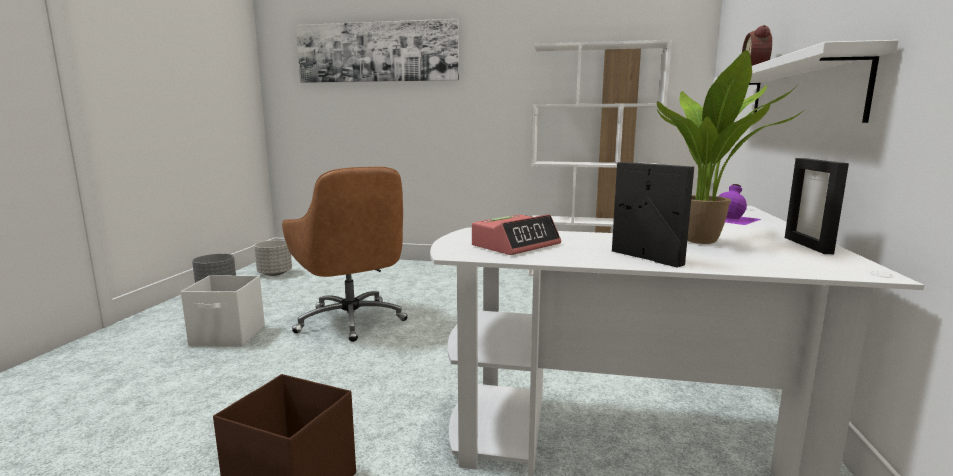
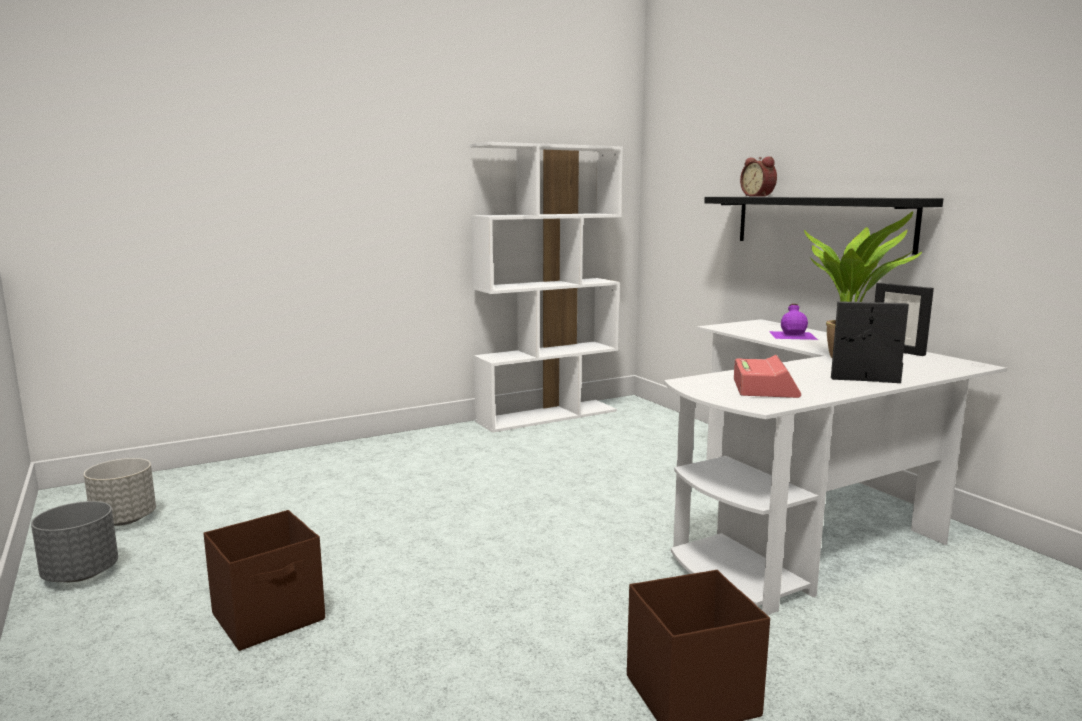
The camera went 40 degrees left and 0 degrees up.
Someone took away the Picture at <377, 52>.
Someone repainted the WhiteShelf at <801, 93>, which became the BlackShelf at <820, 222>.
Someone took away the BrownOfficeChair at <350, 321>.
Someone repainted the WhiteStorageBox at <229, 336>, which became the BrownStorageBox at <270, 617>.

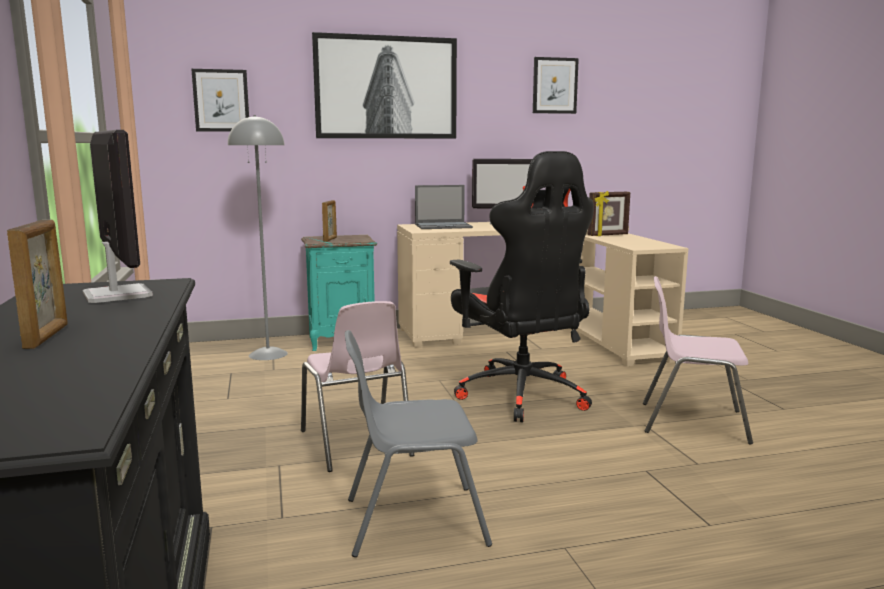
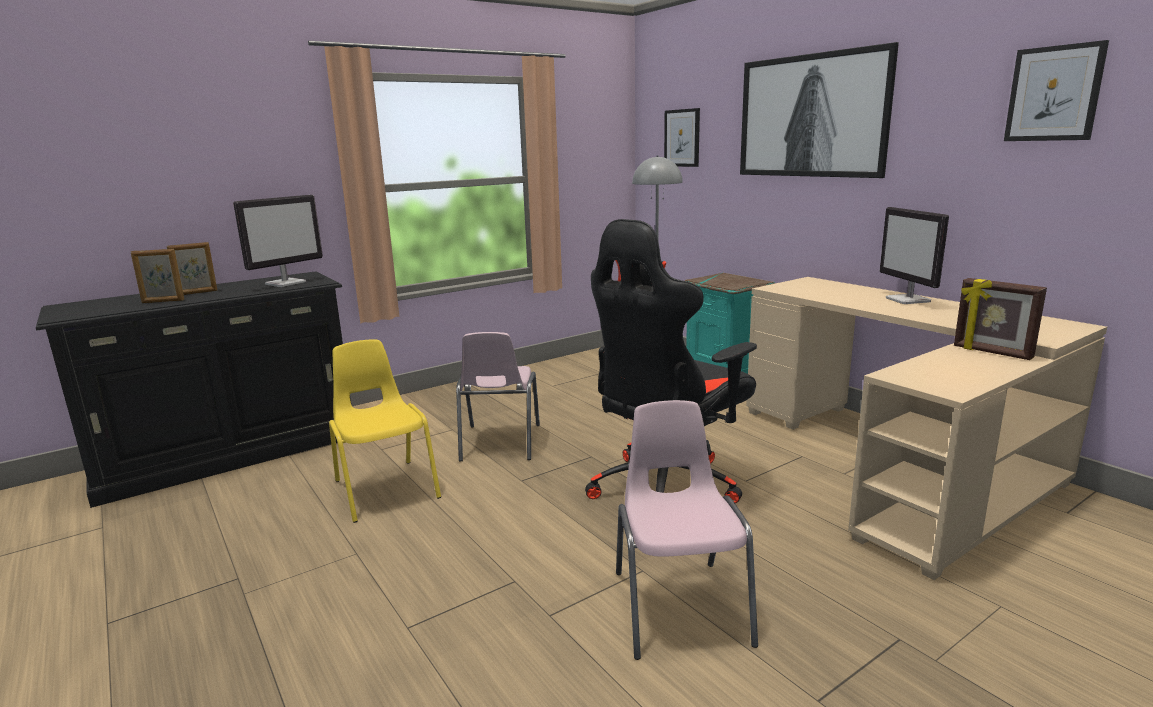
The camera went 70 degrees right and 5 degrees up.
Someone took away the Laptop at <444, 226>.
Someone carried the PictureFrame from <330, 239> to <163, 301>.
Someone rotated the PinkChair at <356, 444> by 45 degrees counterclockwise.
Someone repainted the GreyChair at <412, 520>, which became the YellowChair at <385, 488>.

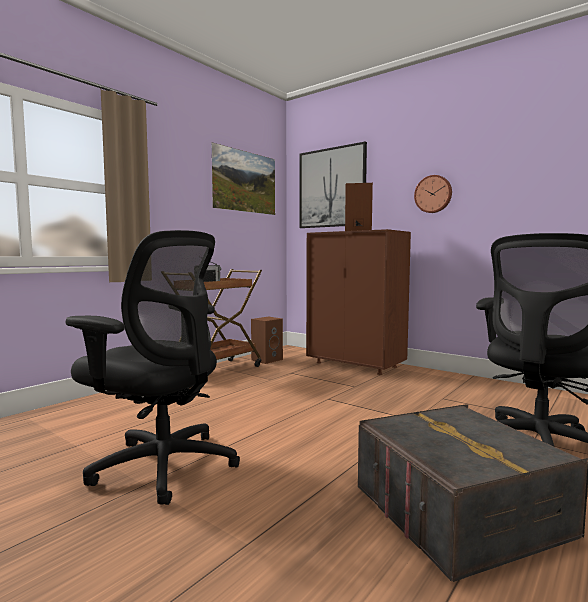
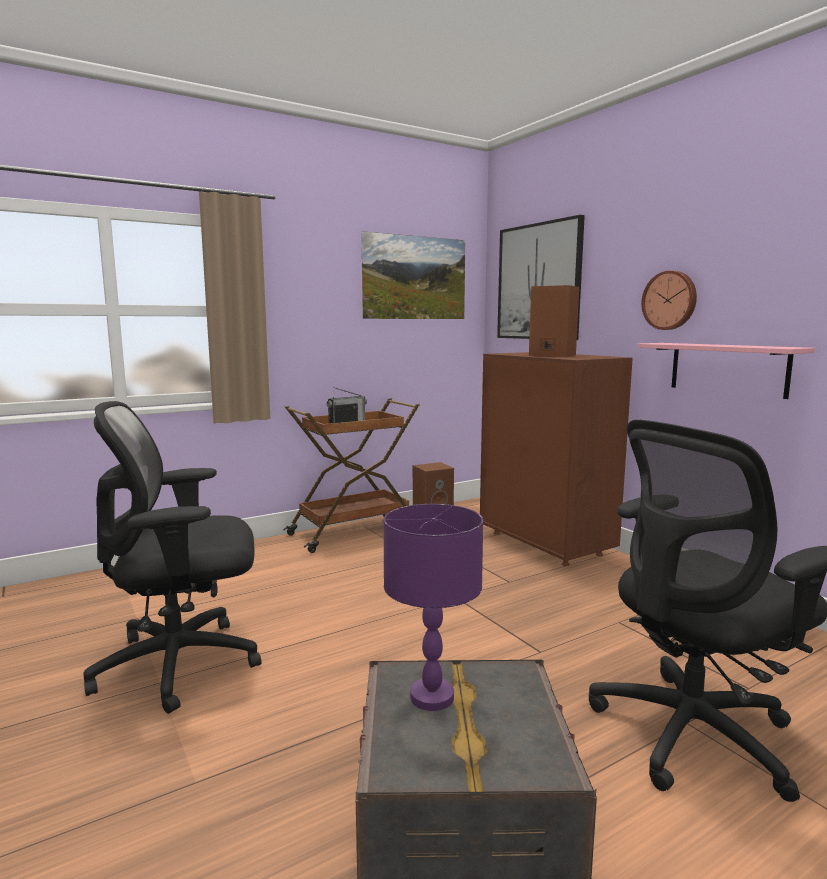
The camera went 20 degrees right and 5 degrees up.
Someone rotated the BlackOfficeChair at <156, 466> by 120 degrees clockwise.
Someone put up the PinkShelf at <727, 369>.
Someone put down the PurpleTableLamp at <432, 697>.

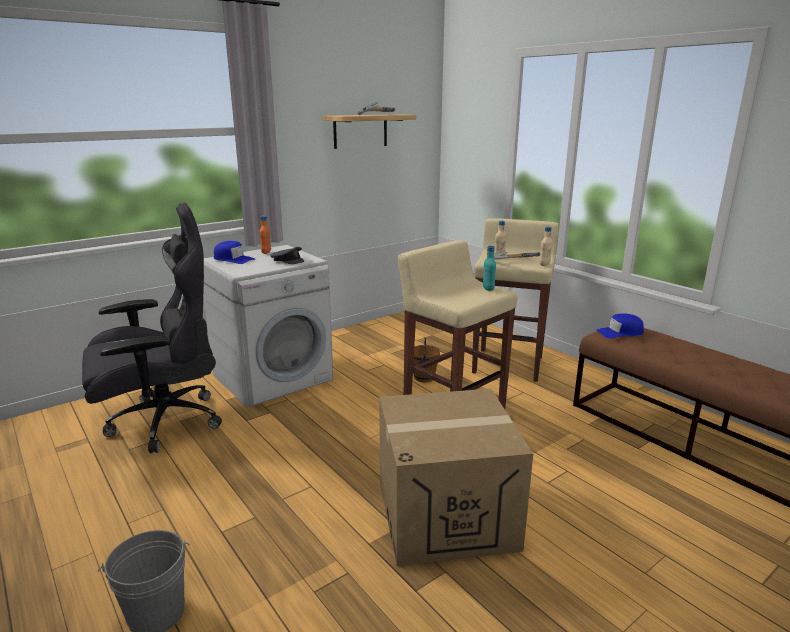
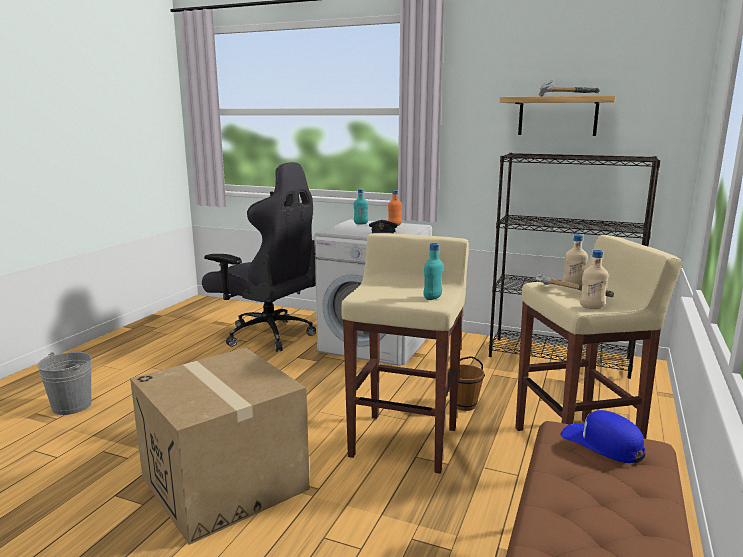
The camera went 60 degrees right and 5 degrees down.
Someone swapped the BlueCap at <233, 259> for the TurquoiseBottle at <361, 223>.
Someone put down the BlackBookcase at <559, 357>.

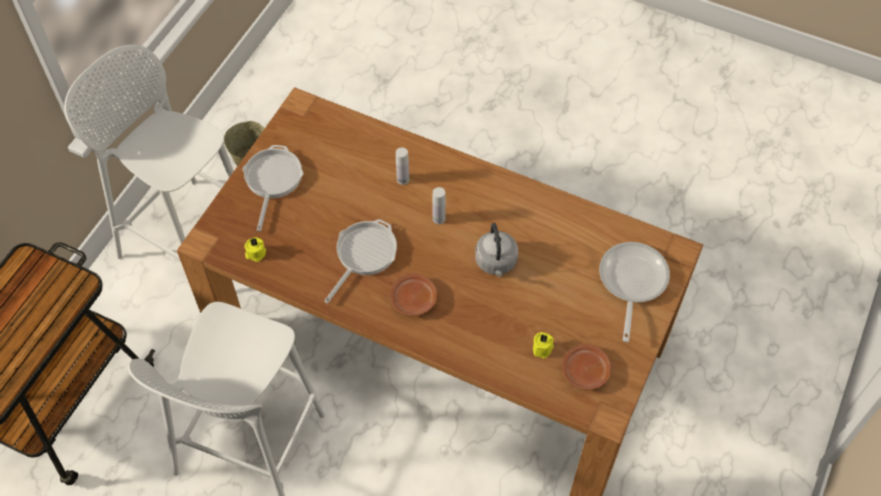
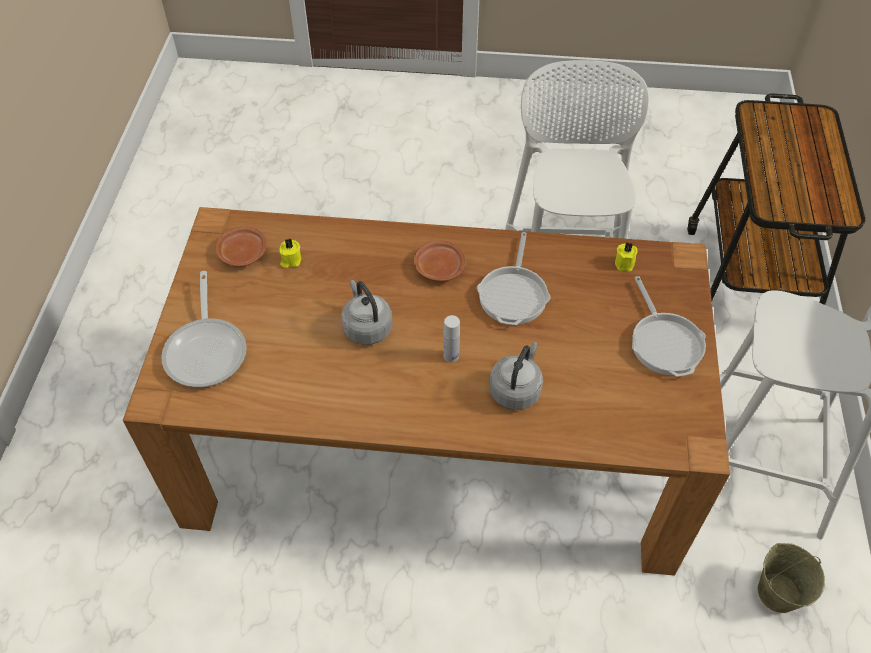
The camera went 160 degrees right and 5 degrees down.
Someone swapped the WhiteBottle at <403, 179> for the GreyKettle at <516, 389>.

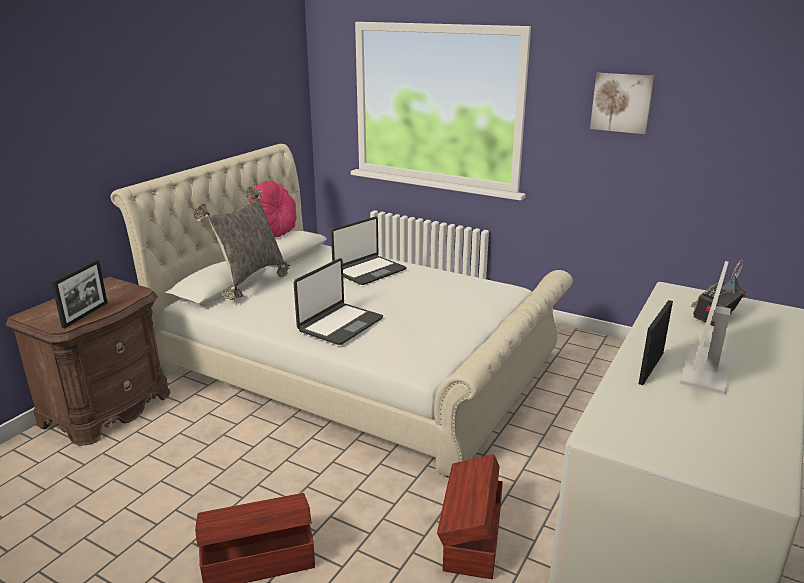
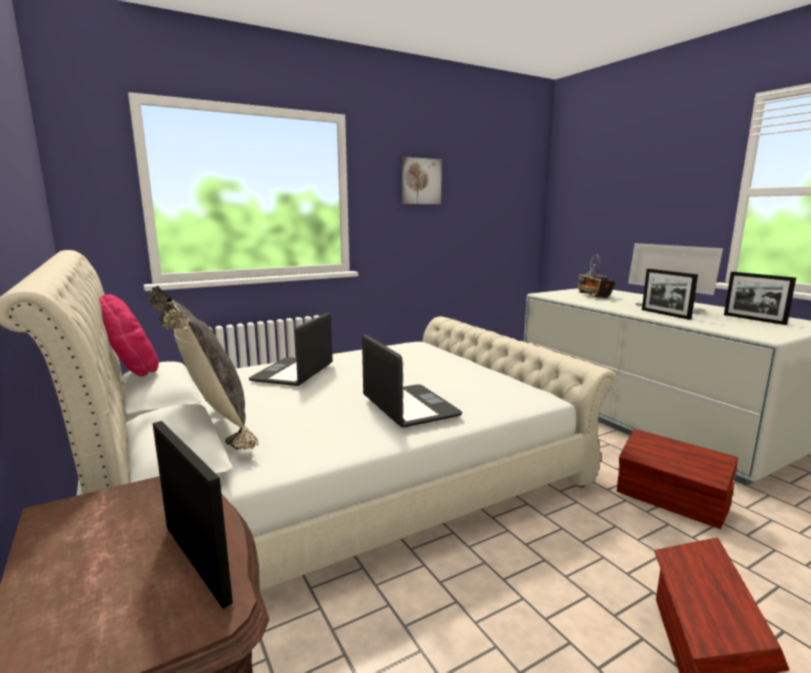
The camera went 60 degrees left and 10 degrees down.
Someone rotated the Laptop at <369, 271> by 150 degrees counterclockwise.
Someone put down the PictureFrame at <754, 319>.

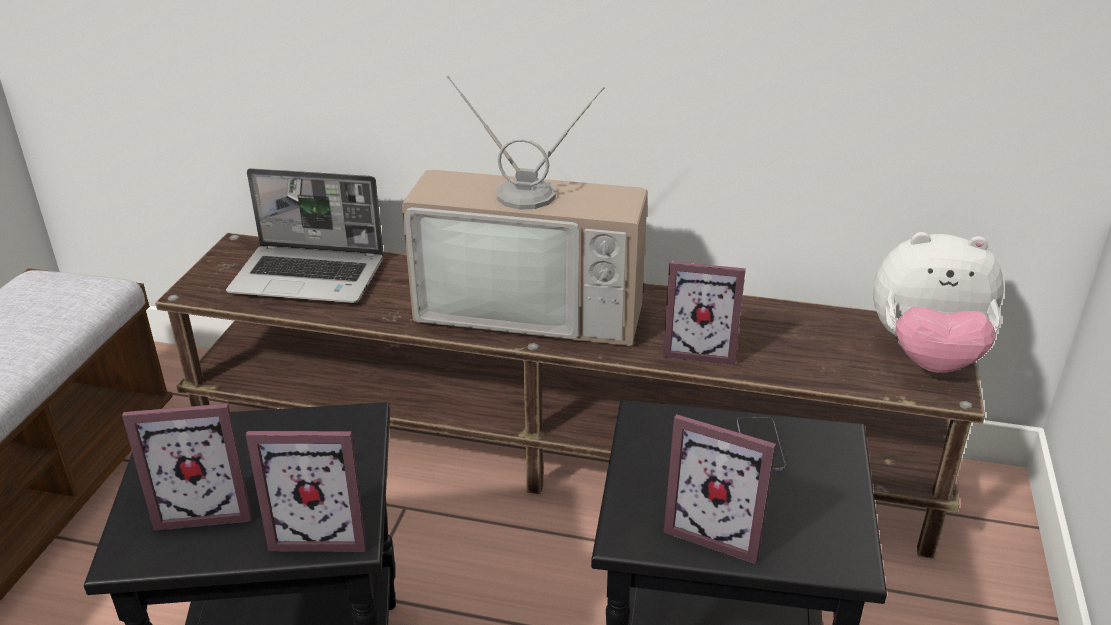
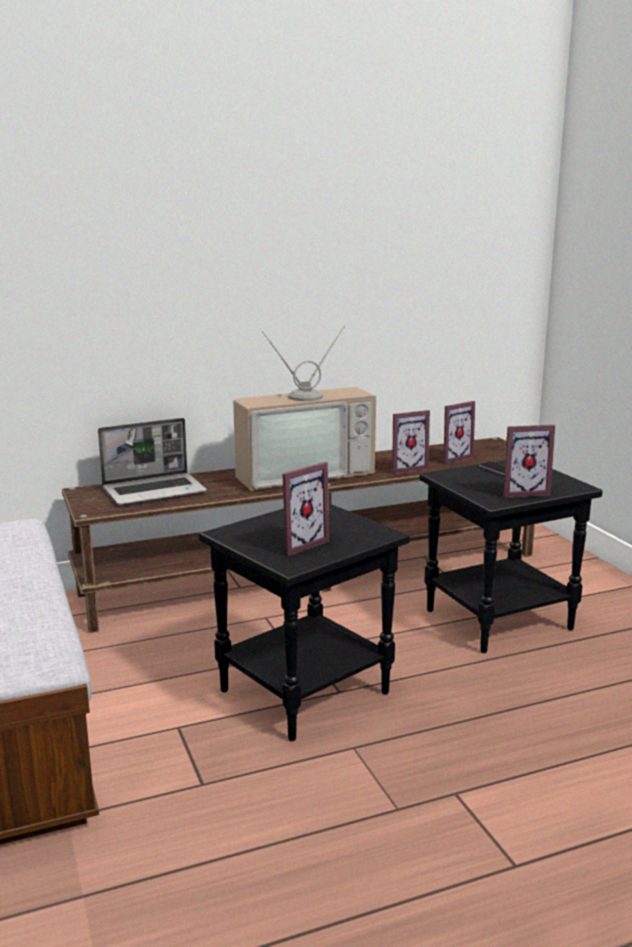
The camera went 35 degrees left and 15 degrees down.
Someone took away the PlushToy at <926, 356>.
Someone carried the PictureFrame from <322, 530> to <451, 458>.

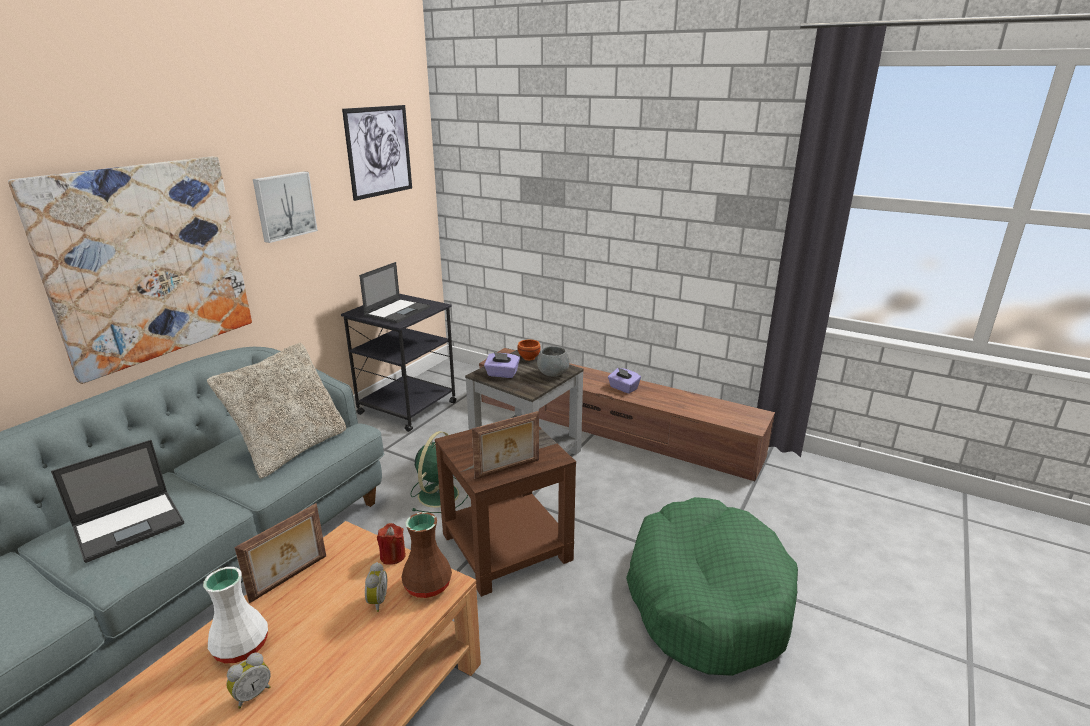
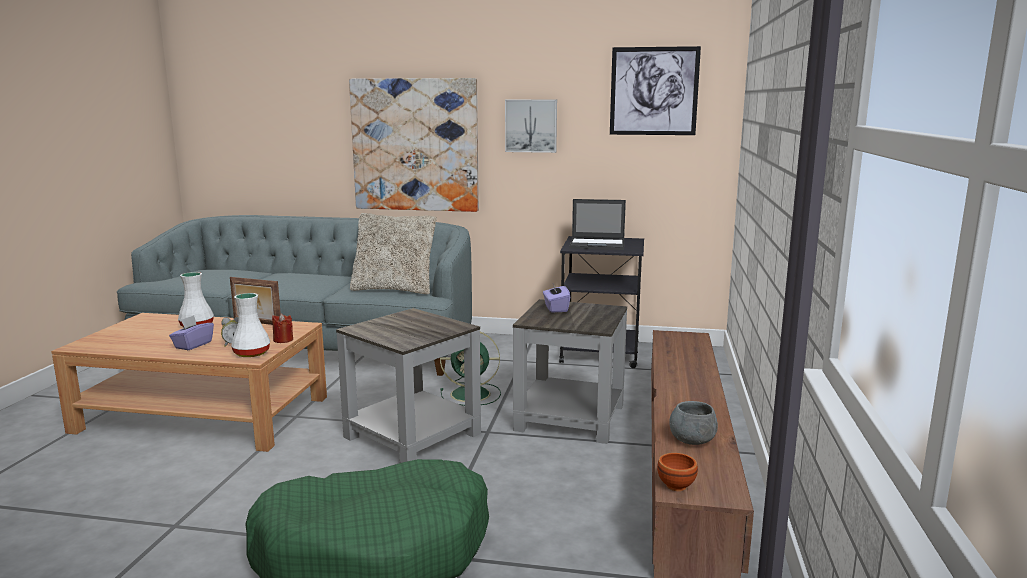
The camera went 70 degrees right and 10 degrees down.
Someone carried the BrownBowl from <529, 358> to <675, 486>.
Someone carried the GreyBowl from <553, 373> to <692, 441>.
Someone carried the PurpleTissueBox from <623, 388> to <193, 345>.
Someone took away the PictureFrame at <508, 470>.
Someone repainted the BrownSideTable at <507, 545>, which became the GreySideTable at <414, 435>.
Someone took away the Laptop at <130, 525>.
Someone repainted the BrownVase at <426, 585>, which became the WhiteVase at <252, 353>.
Someone took away the AlarmClock at <252, 694>.

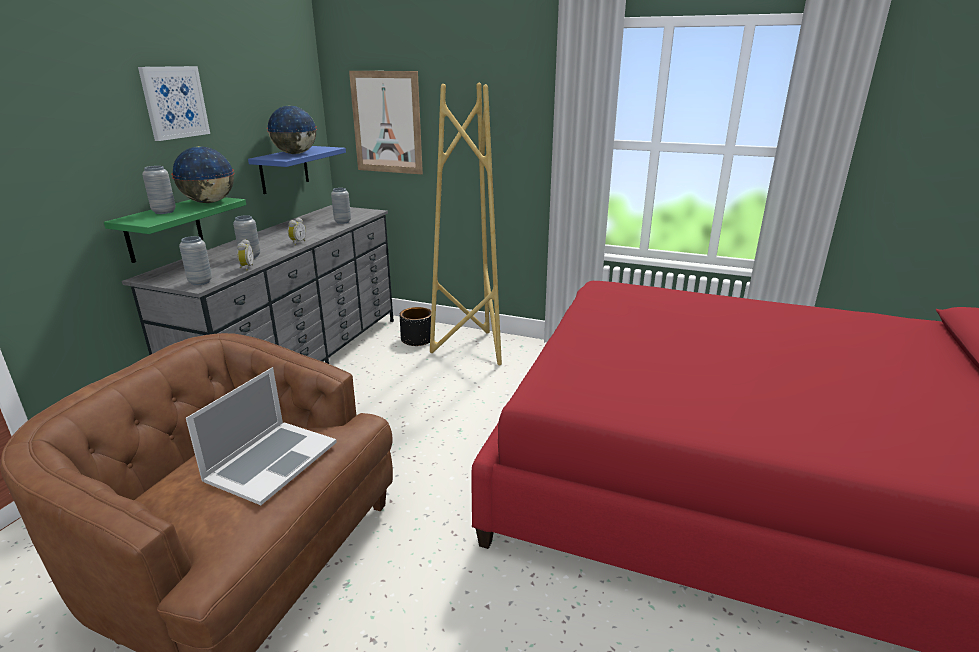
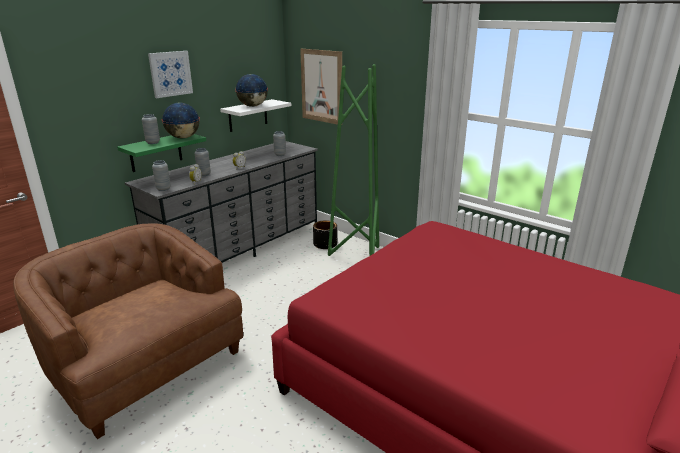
The camera went 20 degrees right and 0 degrees up.
Someone repainted the YellowClothesRack at <473, 350>, which became the GreenClothesRack at <359, 258>.
Someone repainted the BlueShelf at <284, 169>, which became the WhiteShelf at <248, 115>.
Someone took away the Laptop at <271, 460>.

